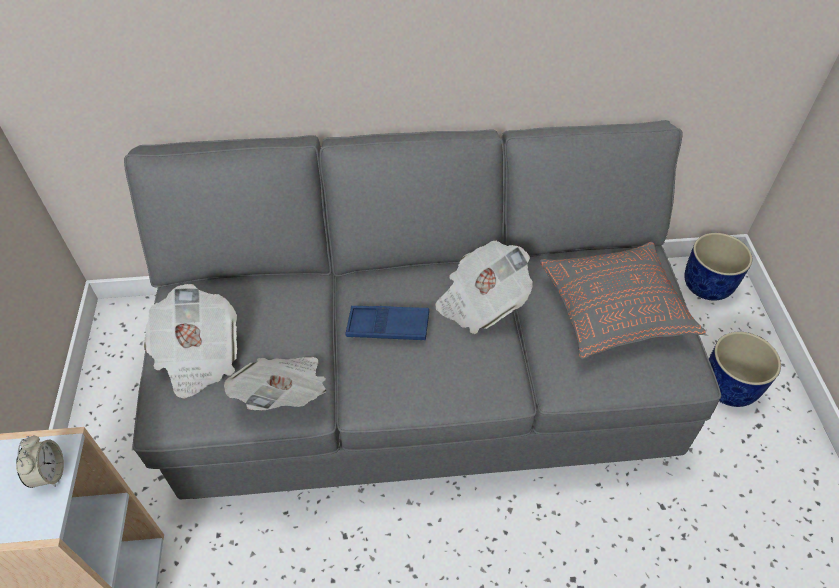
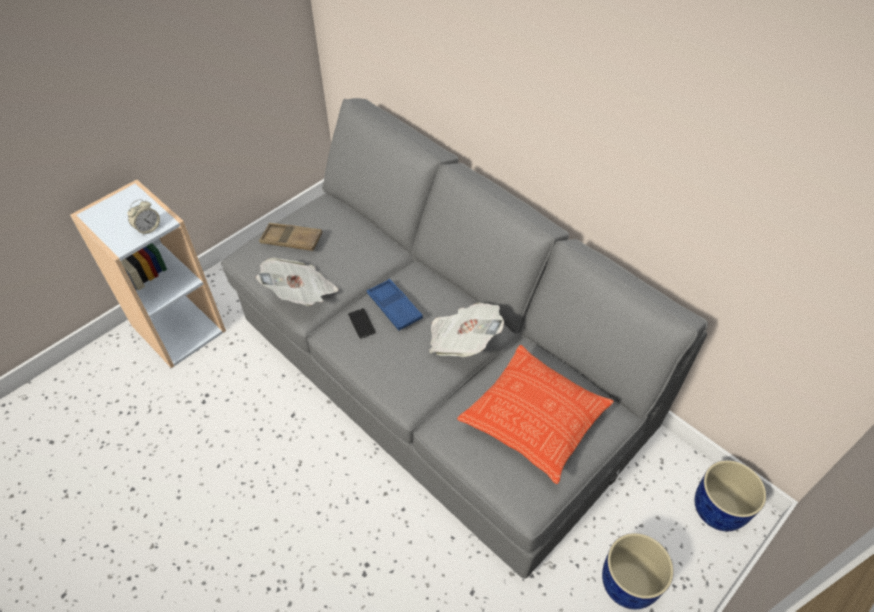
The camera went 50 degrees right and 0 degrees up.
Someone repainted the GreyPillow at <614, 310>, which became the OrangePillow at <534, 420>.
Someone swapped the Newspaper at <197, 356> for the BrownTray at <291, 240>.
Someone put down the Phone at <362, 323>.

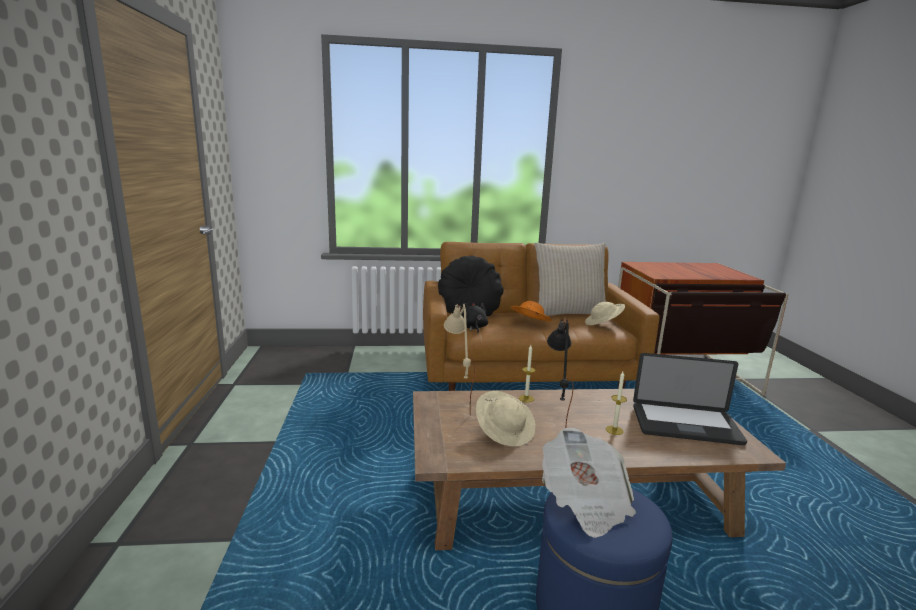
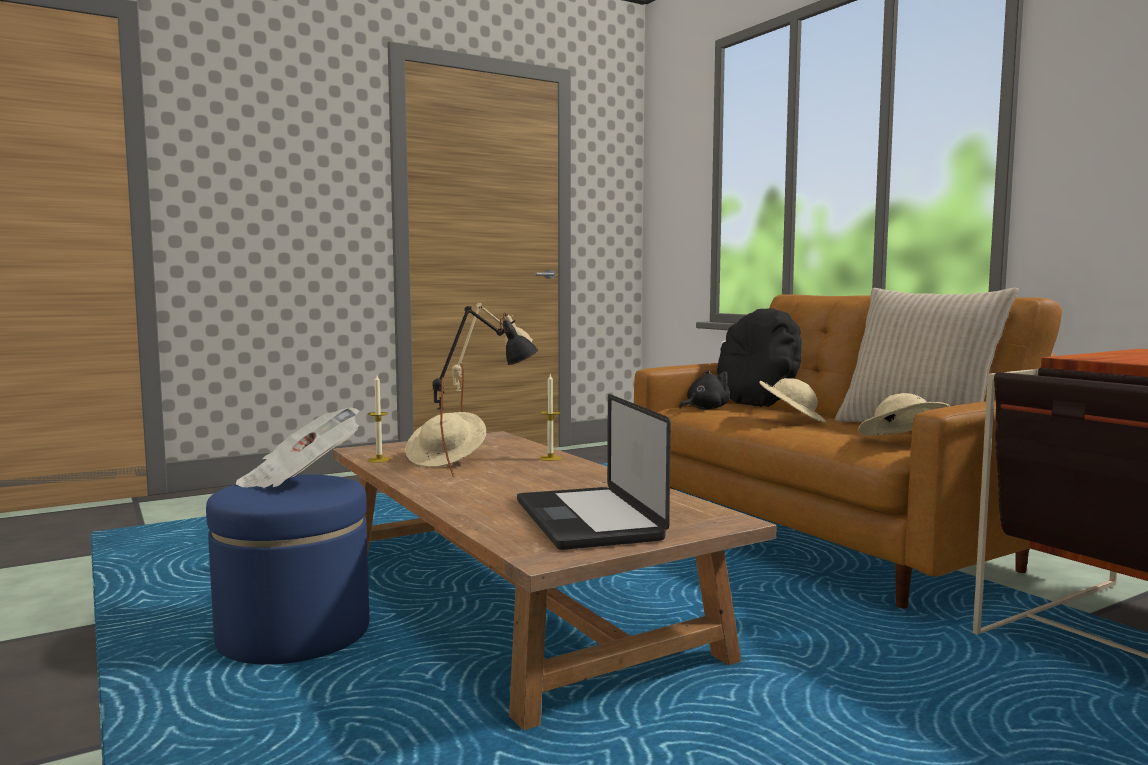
The camera went 65 degrees right and 10 degrees down.
Someone repainted the OrangeHat at <529, 323>, which became the BeigeHat at <791, 420>.
Someone carried the Candle from <614, 430> to <379, 460>.

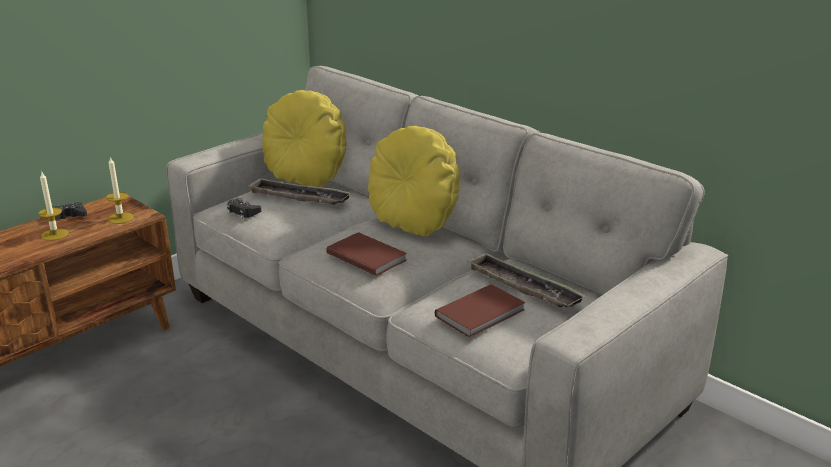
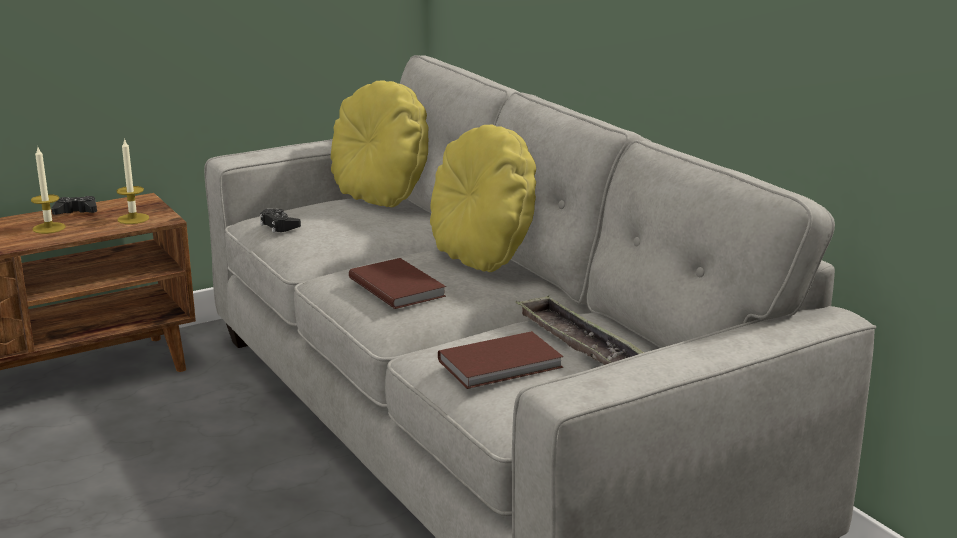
The camera went 15 degrees right and 5 degrees down.
Someone took away the Tray at <299, 197>.

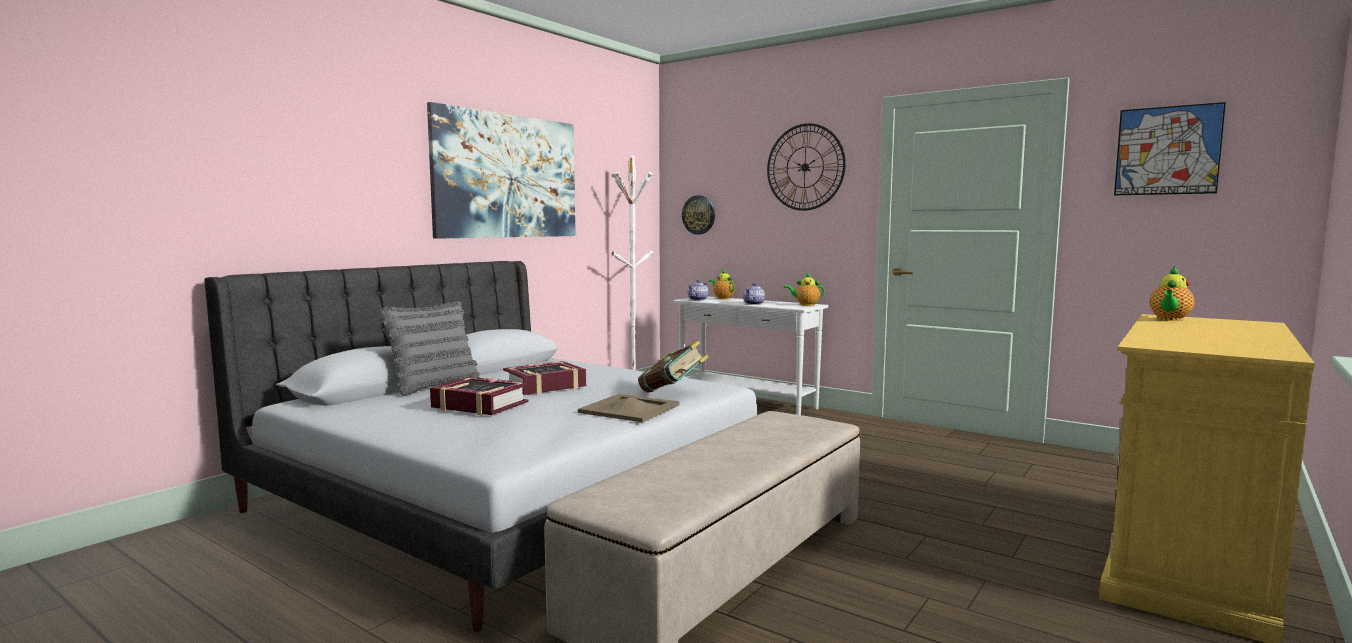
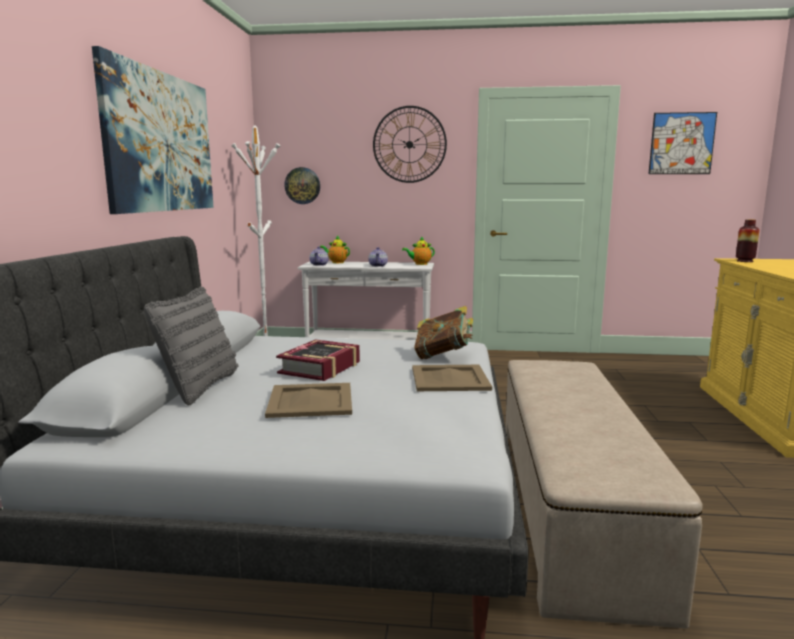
The camera went 30 degrees left and 5 degrees up.
Someone swapped the Teapot at <1169, 319> for the Vase at <745, 261>.
Someone swapped the Book at <479, 405> for the BeigeTray at <310, 401>.

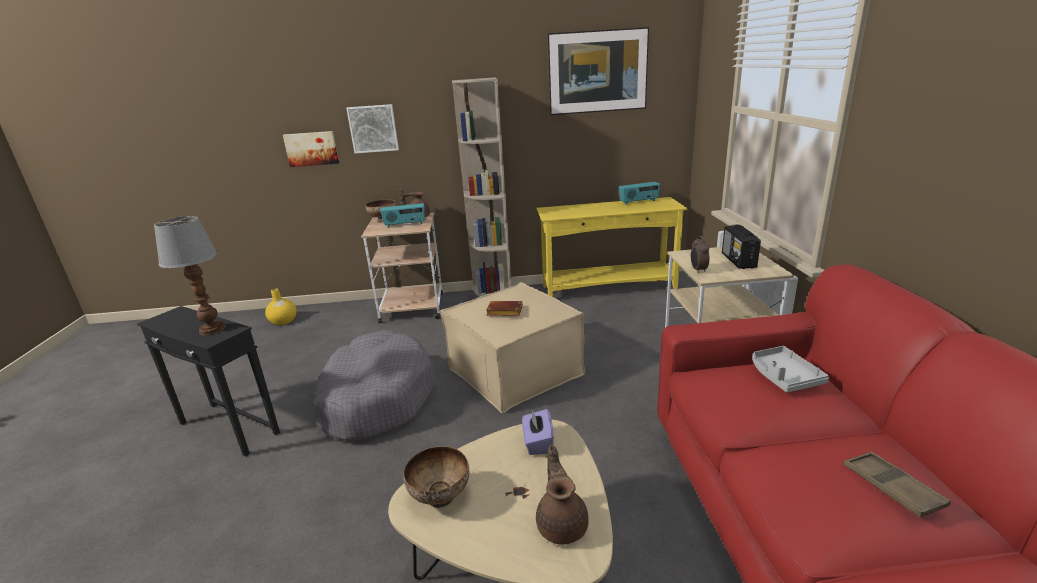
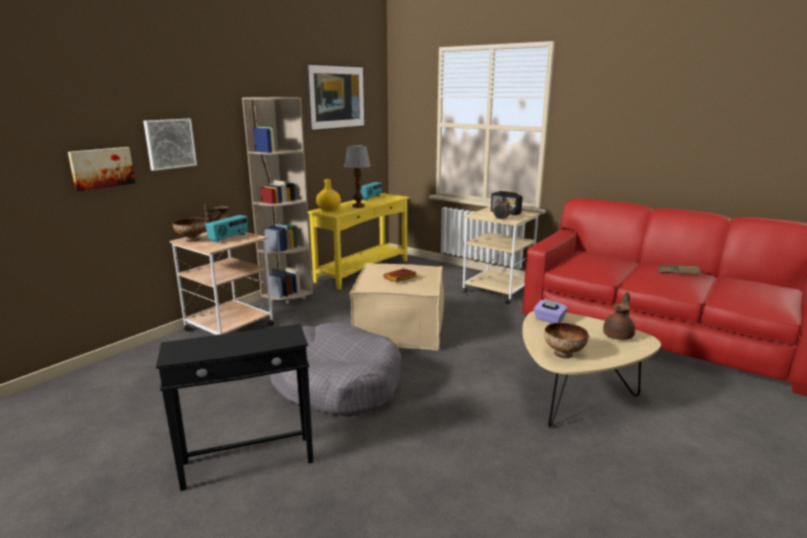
The camera went 50 degrees left and 5 degrees down.
Someone carried the TableLamp from <213, 329> to <358, 206>.
Someone carried the YellowVase from <283, 321> to <328, 209>.
Someone took away the GreyTray at <783, 377>.
Someone rotated the BrownTeapot at <562, 524> by 90 degrees clockwise.

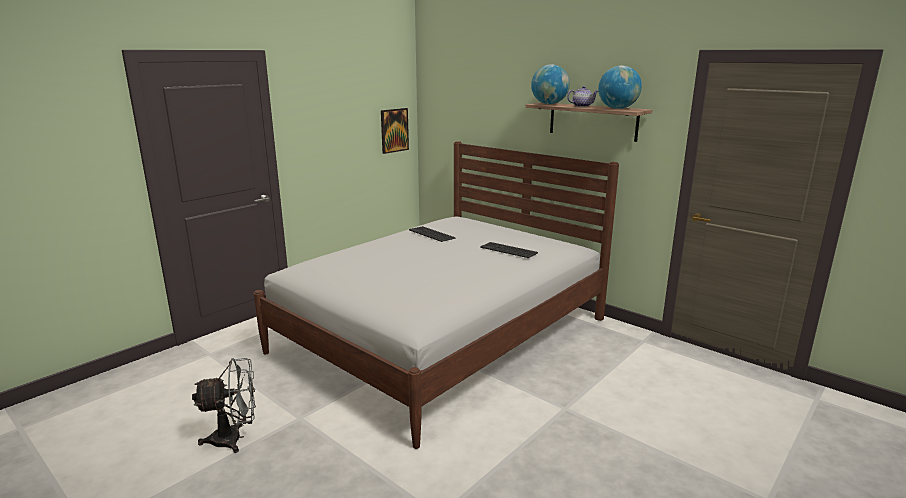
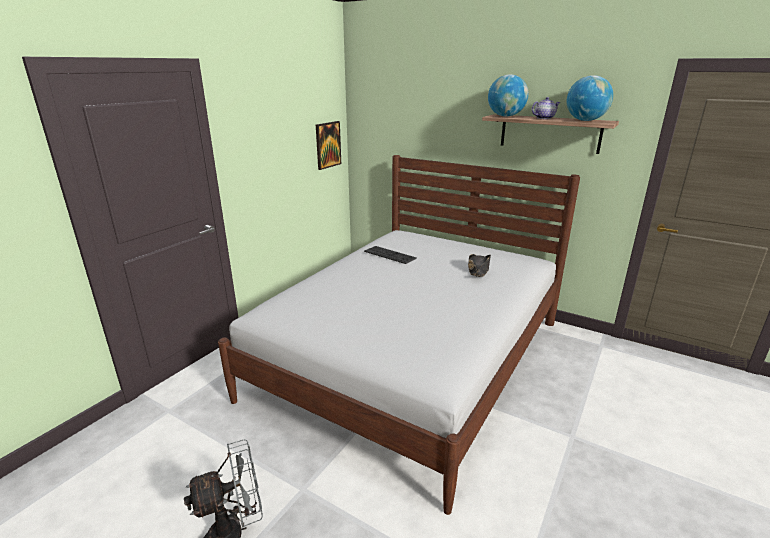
The camera went 10 degrees left and 5 degrees up.
Someone swapped the Keyboard at <509, 250> for the BlackHat at <478, 270>.

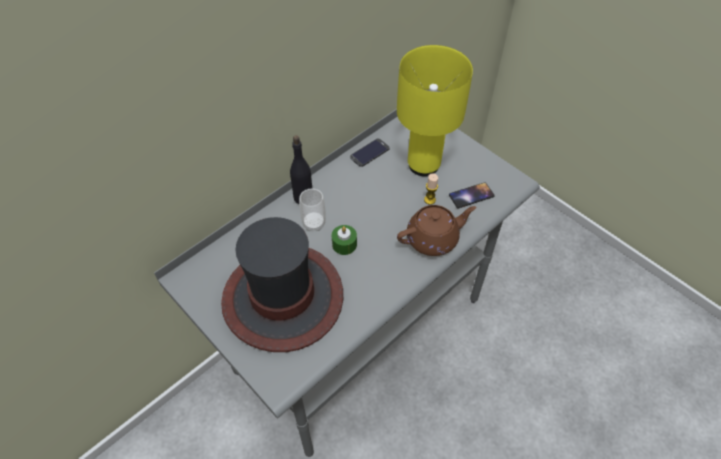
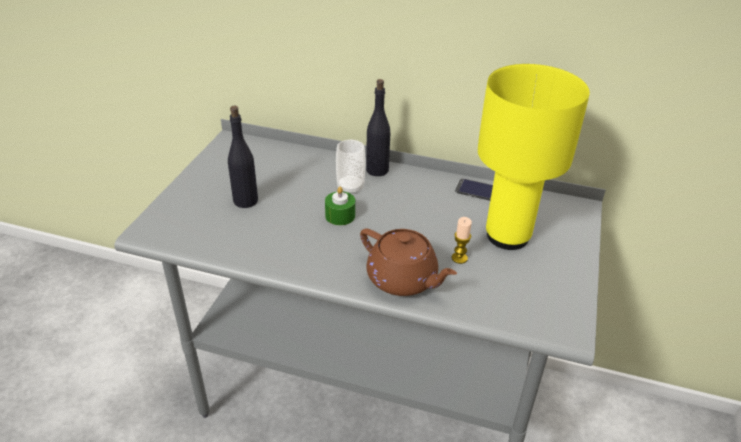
The camera went 60 degrees right and 15 degrees down.
Someone took away the Phone at <471, 195>.
Someone swapped the Hat at <283, 298> for the BlackBottle at <245, 200>.

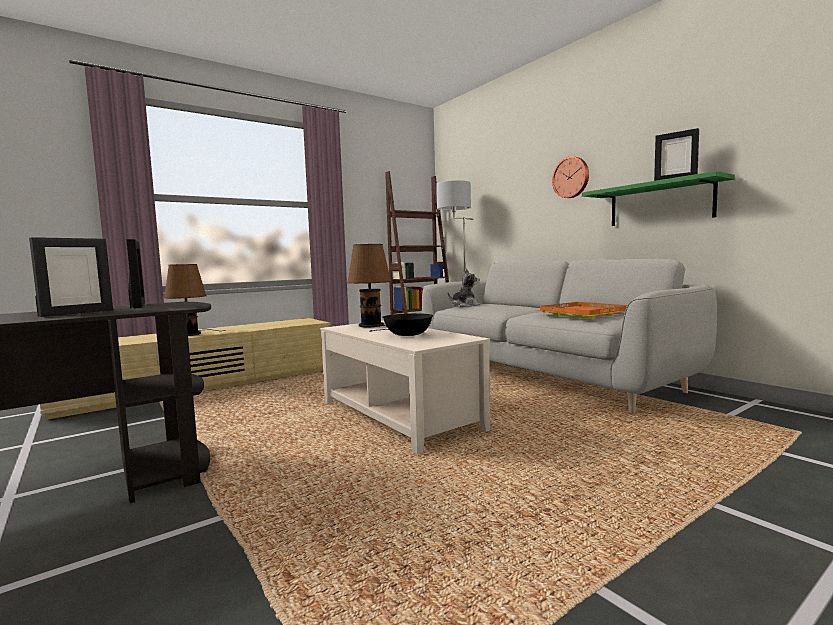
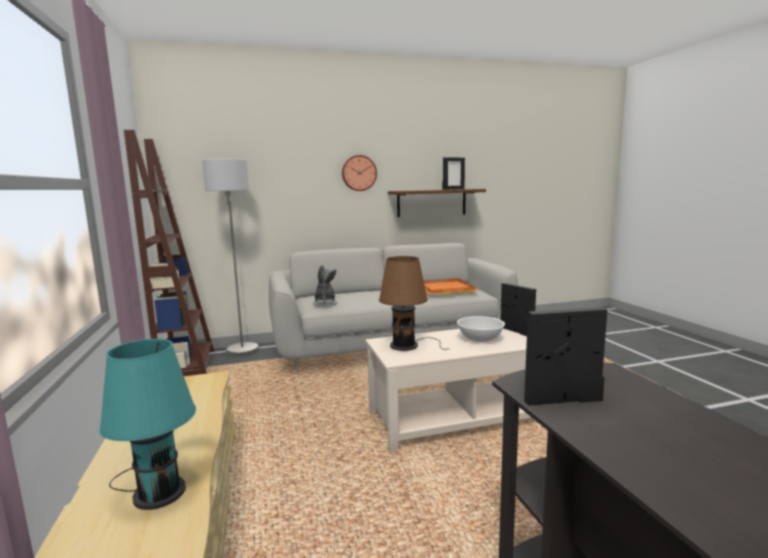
The camera went 70 degrees left and 5 degrees up.
Someone repainted the GreenShelf at <660, 203>, which became the BrownShelf at <431, 202>.
Someone carried the PictureFrame from <77, 313> to <516, 331>.
Someone repainted the BrownTableLamp at <191, 334>, which became the TurquoiseTableLamp at <157, 491>.
Someone repainted the BlackBowl at <408, 334>, which became the WhiteBowl at <480, 339>.

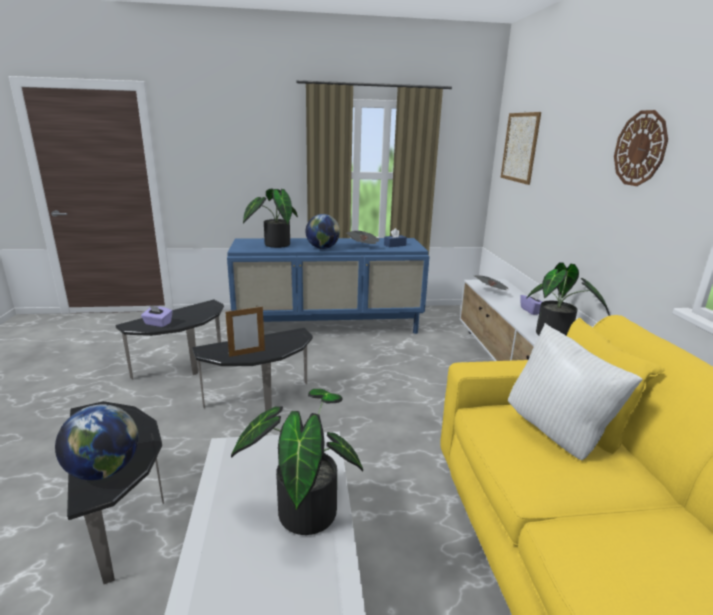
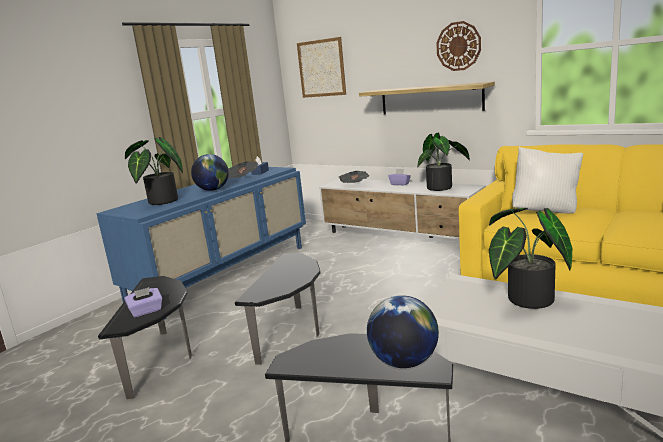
The camera went 45 degrees left and 5 degrees down.
Someone took away the PictureFrame at <247, 353>.
Someone put up the Shelf at <430, 99>.

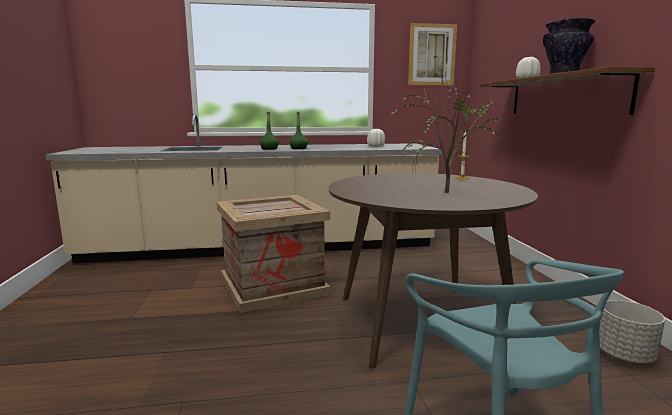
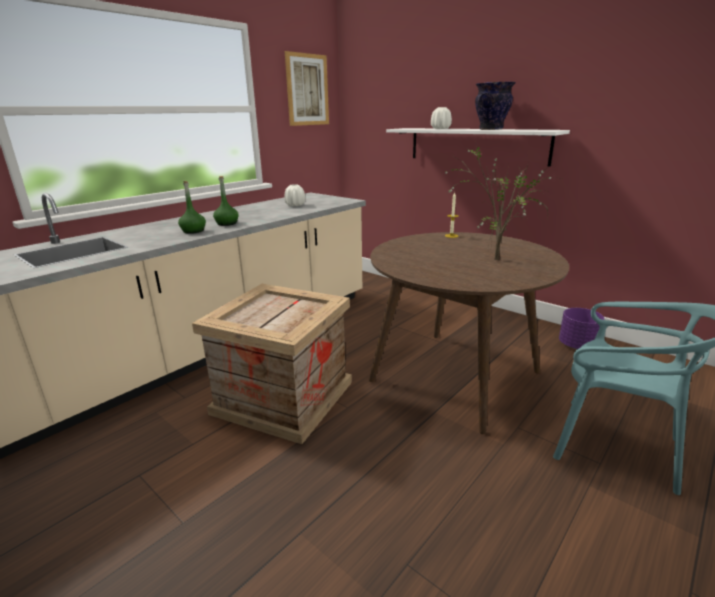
The camera went 40 degrees left and 10 degrees up.
Someone repainted the BrownShelf at <564, 96>, which became the WhiteShelf at <476, 145>.
Someone repainted the GreyPlanter at <625, 355>, which became the PurplePlanter at <577, 345>.

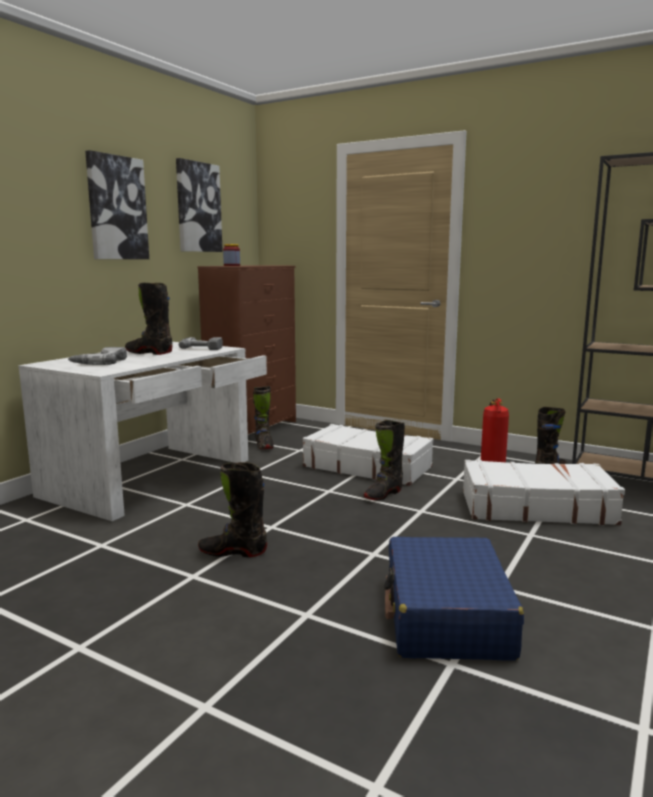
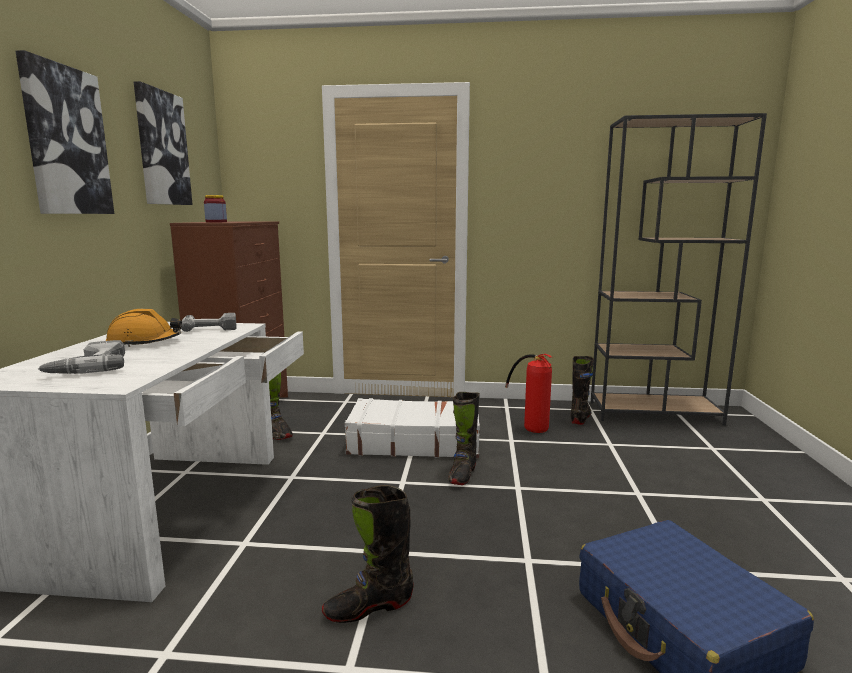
The camera went 25 degrees left and 0 degrees up.
Someone swapped the BlackBoot at <149, 353> for the OrangeHardHat at <144, 342>.
Someone took away the WhiteSuitcase at <535, 507>.

